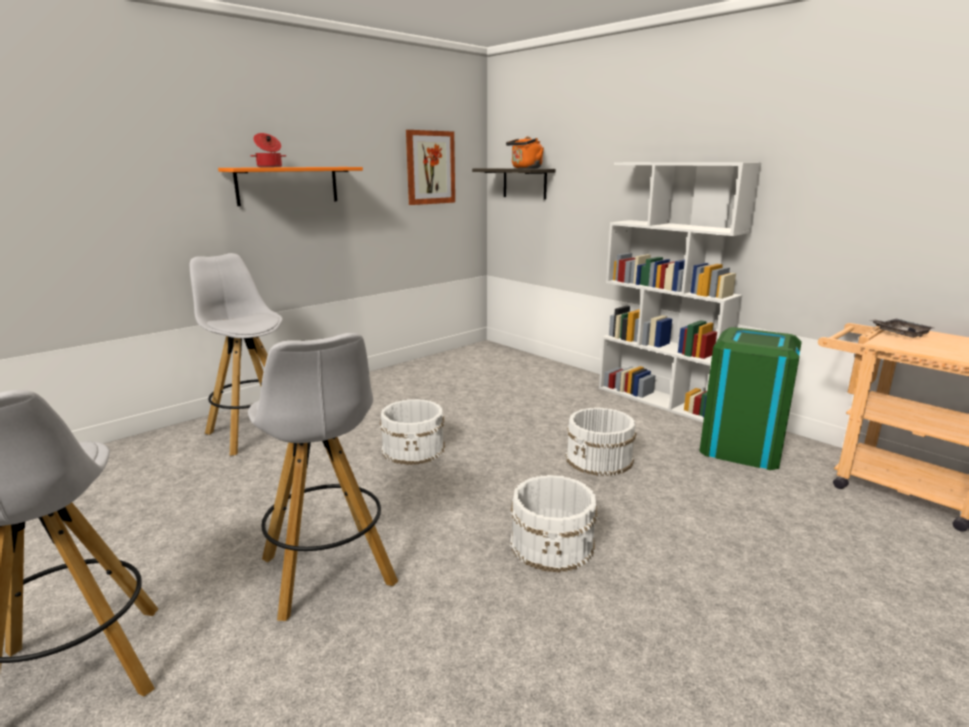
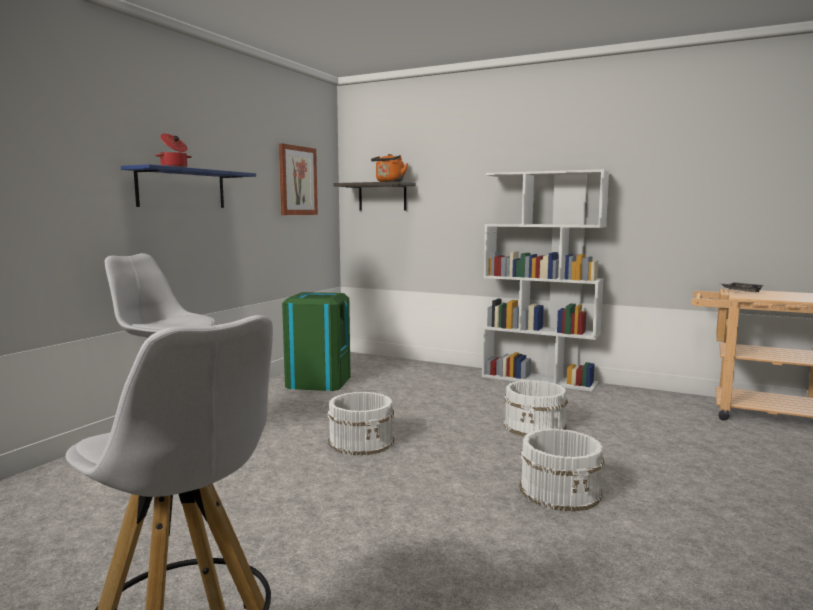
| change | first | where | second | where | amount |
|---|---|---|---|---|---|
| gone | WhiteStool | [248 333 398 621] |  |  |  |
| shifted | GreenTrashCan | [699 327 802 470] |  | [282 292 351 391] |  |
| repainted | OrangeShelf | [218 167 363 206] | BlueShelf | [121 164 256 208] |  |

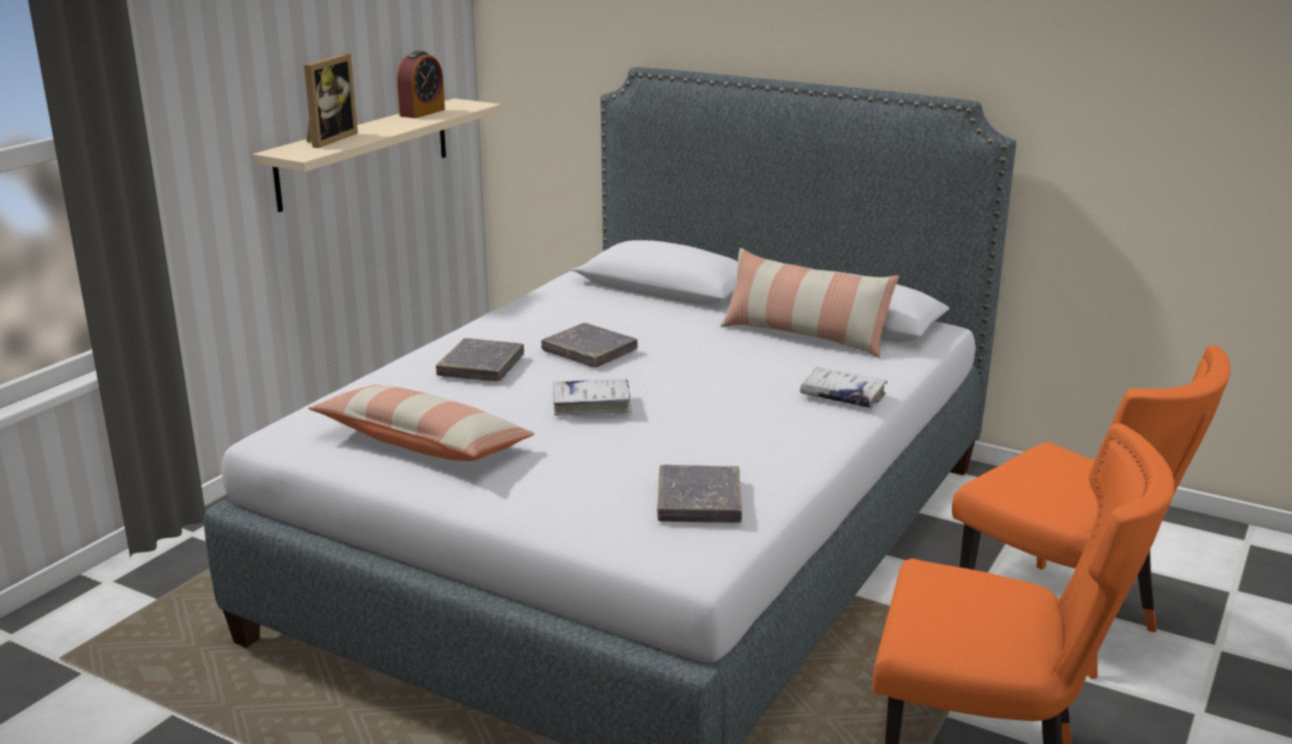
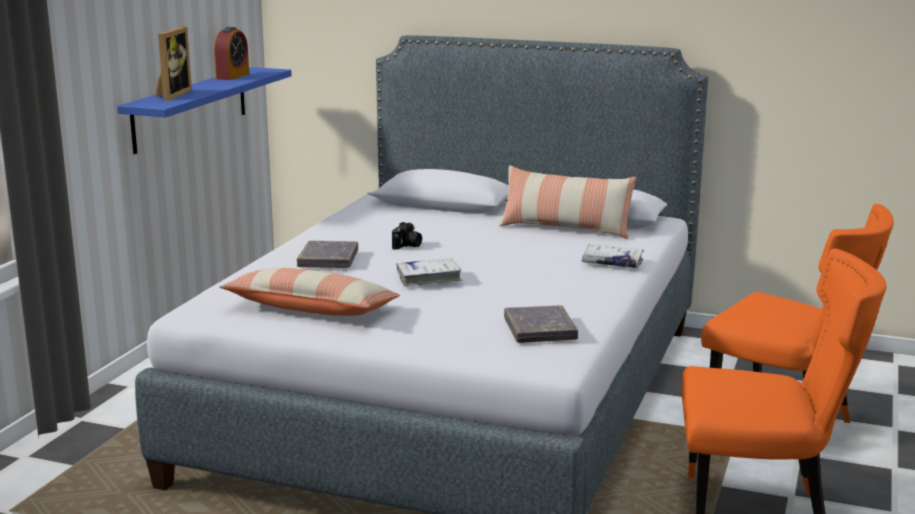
| change | first | where | second | where | amount |
|---|---|---|---|---|---|
| swapped | GreyBook | [541 323 638 368] | PhotoCamera | [392 222 422 250] |  |
| repainted | BeigeShelf | [253 98 501 212] | BlueShelf | [117 67 292 154] |  |

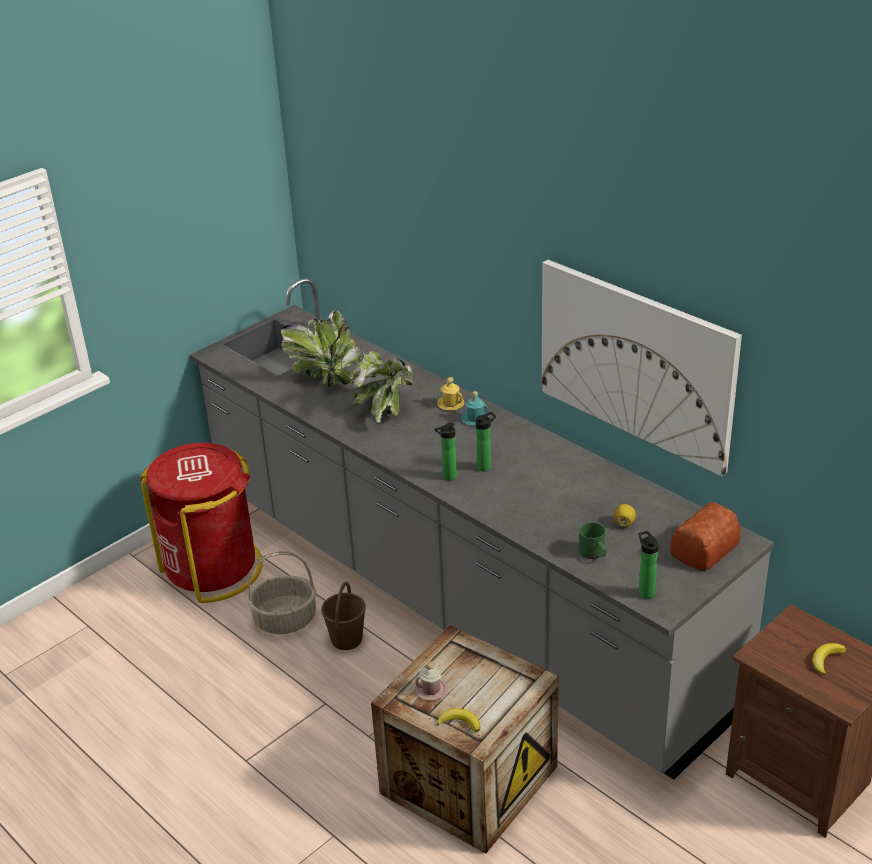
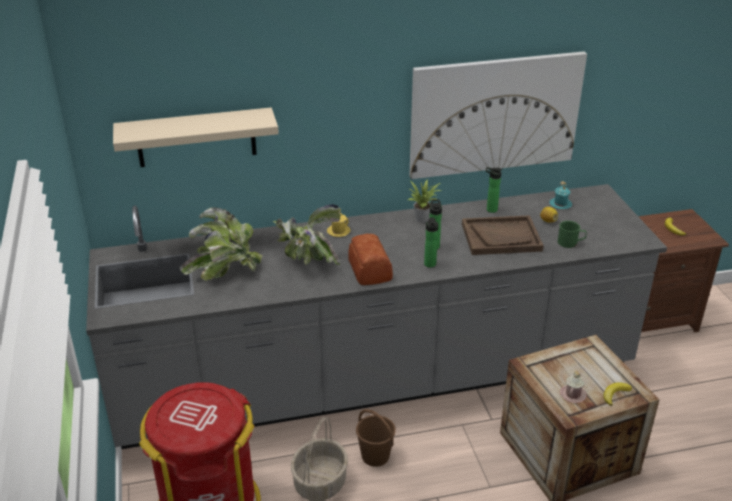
| change | first | where | second | where | amount |
|---|---|---|---|---|---|
| new |  |  | BeigeShelf | [113 108 279 167] |  |
| new |  |  | PottedPlant | [408 179 441 223] |  |
| new |  |  | BrownTray | [462 215 544 255] |  |
| shifted | TurquoiseMug | [461 391 489 426] |  | [549 181 572 209] |  |
| shifted | Bottle | [639 531 659 599] |  | [486 167 502 213] |  |
| shifted | Bread | [670 502 741 571] |  | [348 234 393 285] |  |

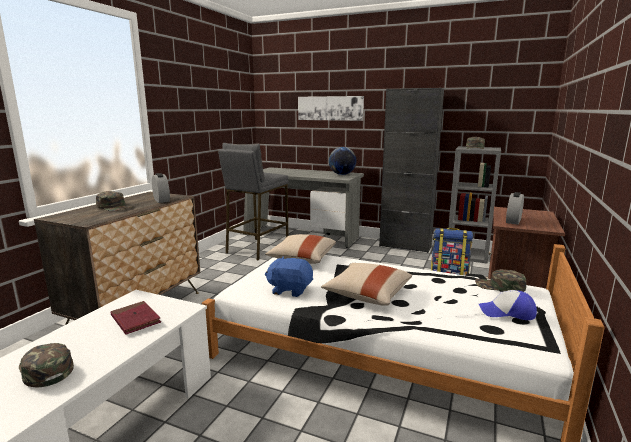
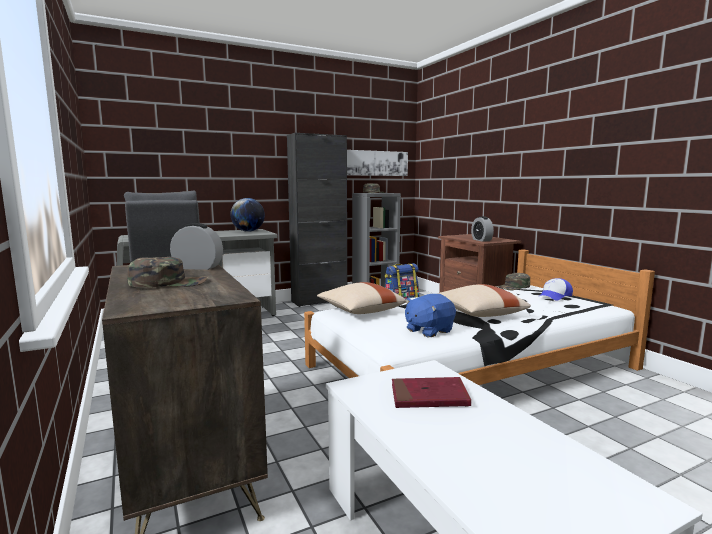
| change | first | where | second | where | amount |
|---|---|---|---|---|---|
| gone | GreenCap | [19 343 74 387] |  |  |  |
| shifted | Picture | [298 96 364 121] |  | [347 150 408 176] |  |

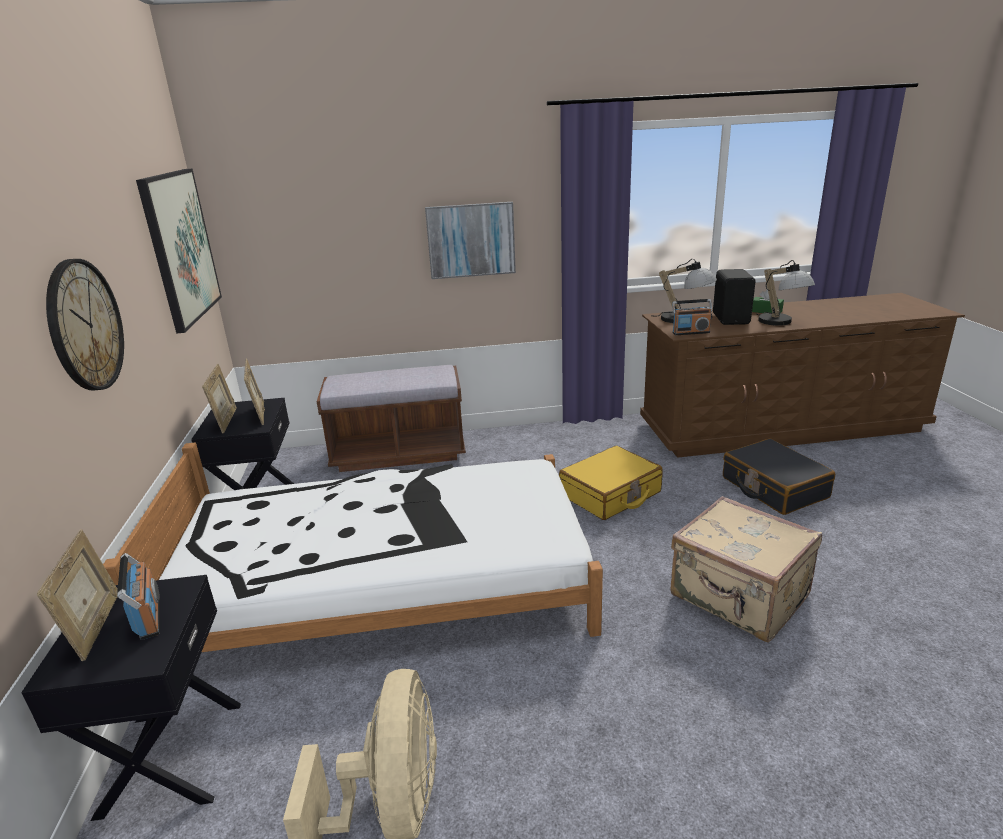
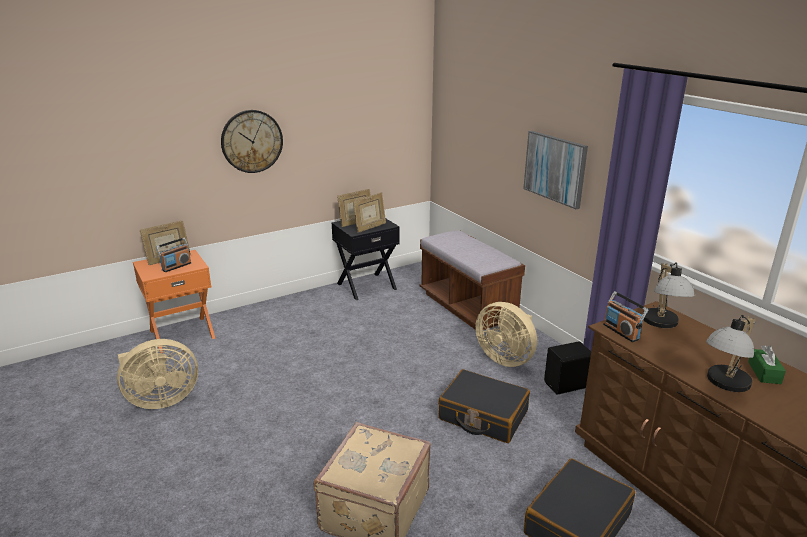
| change | first | where | second | where | amount |
|---|---|---|---|---|---|
| gone | WhiteBed | [103 443 603 652] |  |  |  |
| gone | Picture | [136 169 222 333] |  |  |  |
| new |  |  | BeigeFan | [475 302 537 367] |  |
| shifted | BlackSpeaker | [713 269 756 325] |  | [544 341 591 395] |  |
| repainted | BlackNightstand | [21 575 241 821] | OrangeNightstand | [133 250 215 353] |  |
| repainted | YellowSuitcase | [559 446 663 520] | BlackSuitcase | [438 369 530 443] |  |

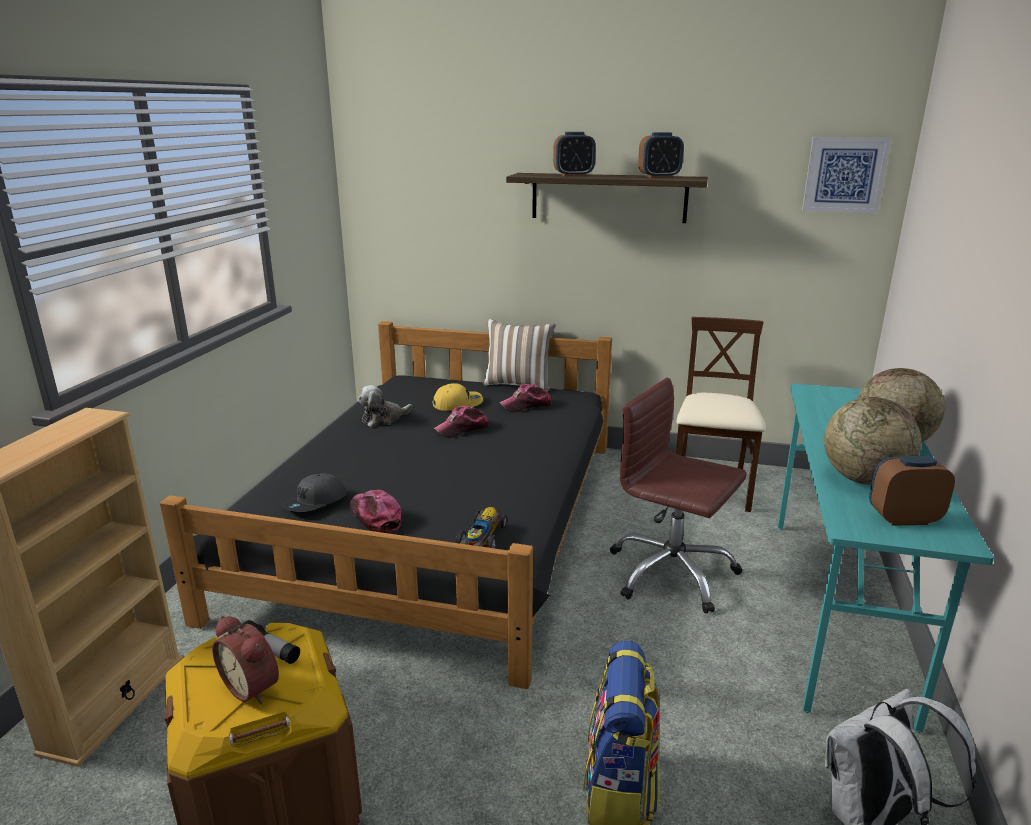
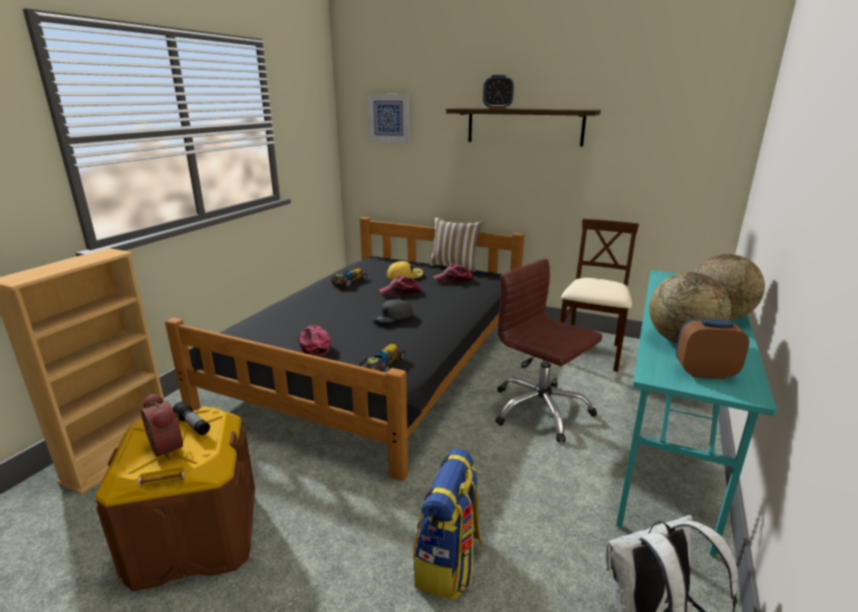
| change | first | where | second | where | amount |
|---|---|---|---|---|---|
| gone | AlarmClock | [638 132 684 178] |  |  |  |
| shifted | GreyCap | [280 473 346 512] |  | [370 299 413 322] |  |
| shifted | Picture | [802 137 891 213] |  | [367 94 410 142] |  |
| swapped | PlushToy | [358 385 413 427] | ToyCar | [331 268 367 288] |  |

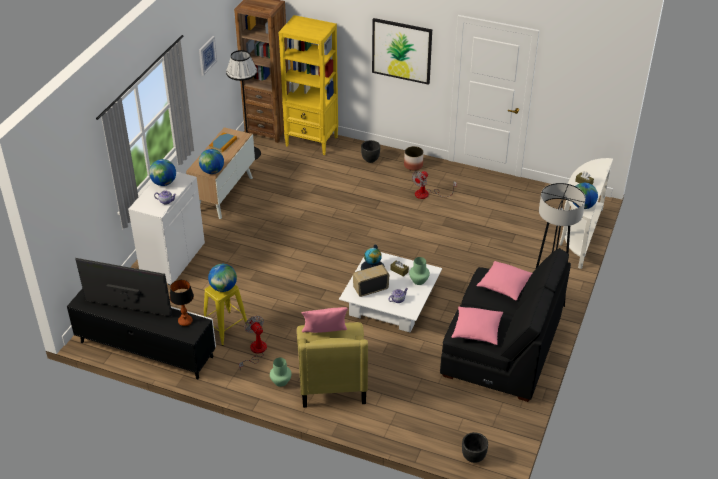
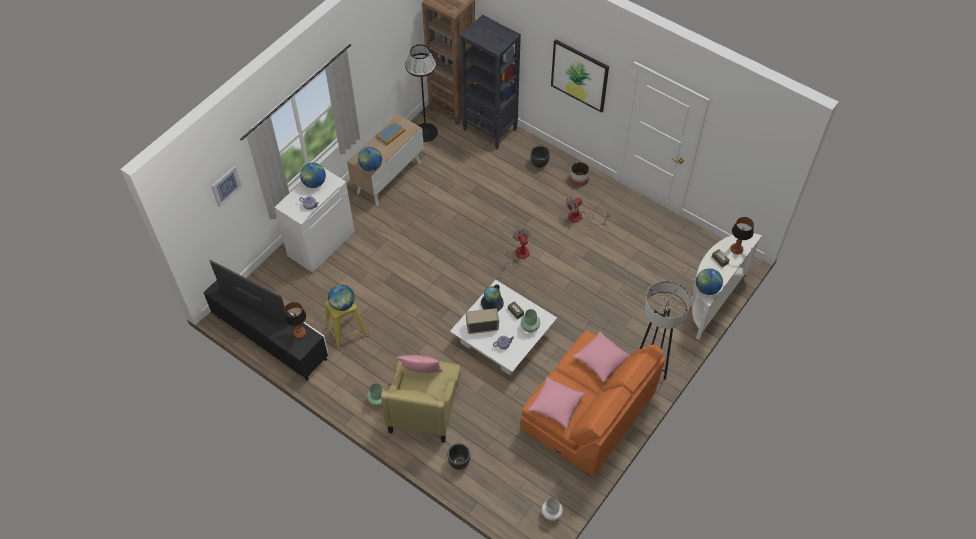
| change | first | where | second | where | amount |
|---|---|---|---|---|---|
| new |  |  | WhiteVase | [542 497 563 521] |  |
| new |  |  | TableLamp | [730 217 754 254] |  |
| shifted | Picture | [199 36 217 76] |  | [211 166 242 207] |  |
| shifted | Fan | [239 316 267 370] |  | [502 228 530 272] |  |
| shifted | BlackPlanter | [462 432 488 463] |  | [447 444 470 470] |  |
| repainted | YellowBookcase | [279 15 338 155] | BlackBookcase | [460 15 521 149] |  |
| repainted | BlackSofa | [440 248 571 402] | OrangeSofa | [520 331 665 477] |  |

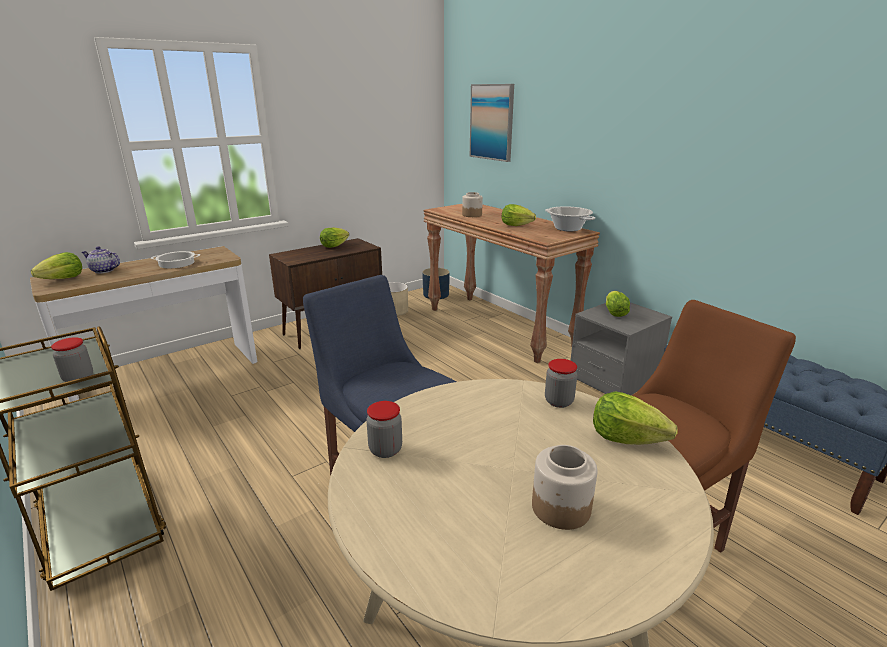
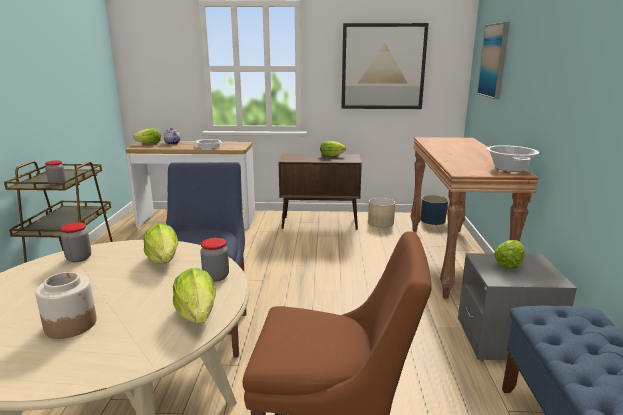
| change | first | where | second | where | amount |
|---|---|---|---|---|---|
| gone | Jar | [462 192 483 217] |  |  |  |
| new |  |  | Picture | [341 23 429 109] |  |
| shifted | Lettuce | [501 204 536 226] |  | [143 224 178 264] |  |

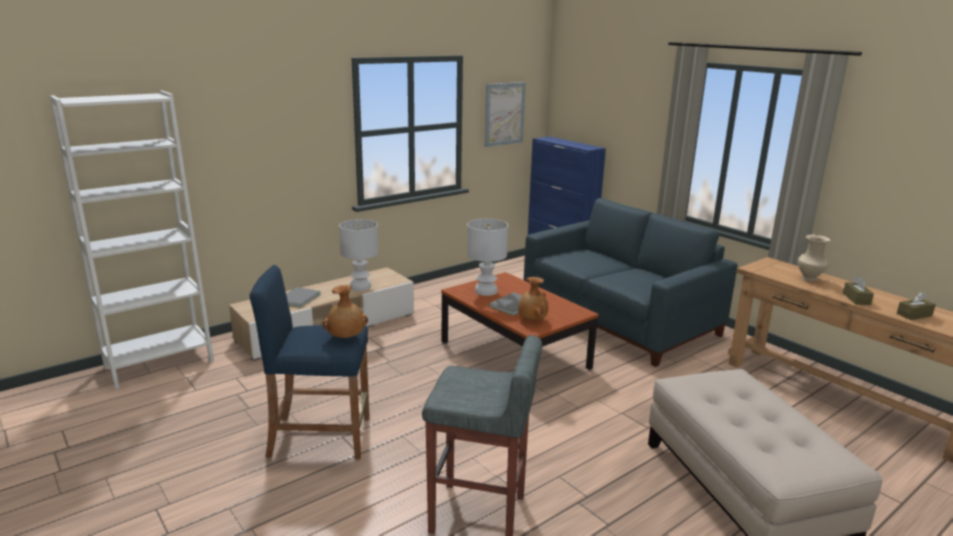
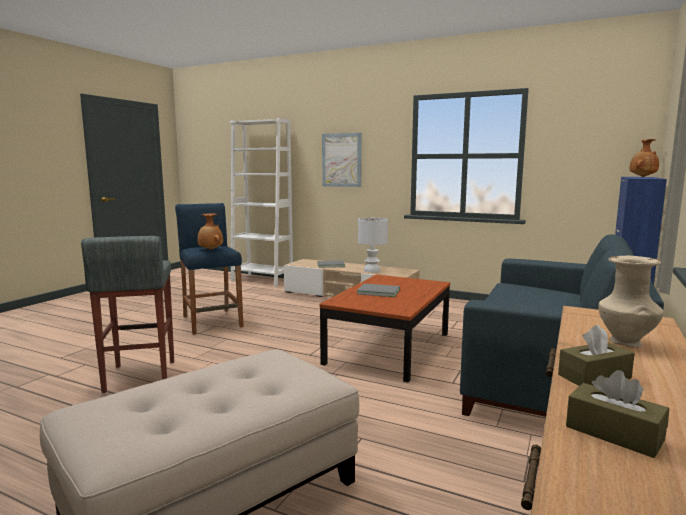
| change | first | where | second | where | amount |
|---|---|---|---|---|---|
| gone | WhiteTableLamp | [467 219 508 296] |  |  |  |
| shifted | Picture | [485 82 526 147] |  | [322 133 362 187] |  |
| shifted | BrownVase | [518 277 548 320] |  | [629 139 659 177] |  |

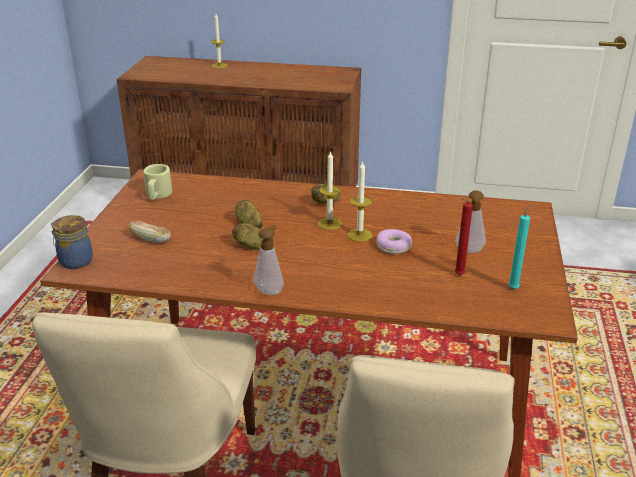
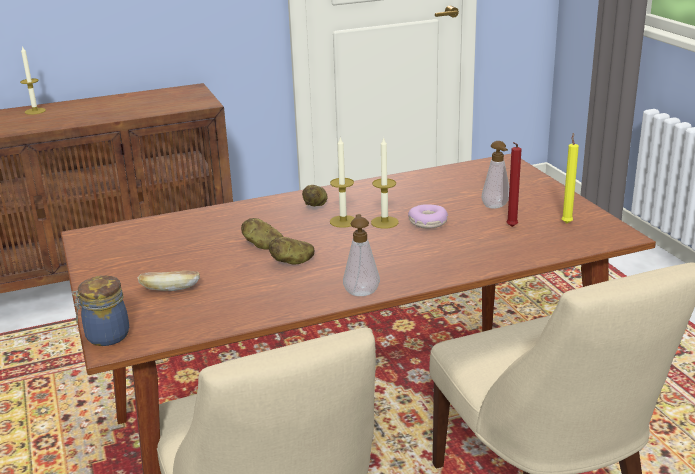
| change | first | where | second | where | amount |
|---|---|---|---|---|---|
| gone | BeigeMug | [143 164 172 200] |  |  |  |
| repainted | TurquoiseCandle | [508 205 531 289] | YellowCandle | [561 133 579 223] |  |

